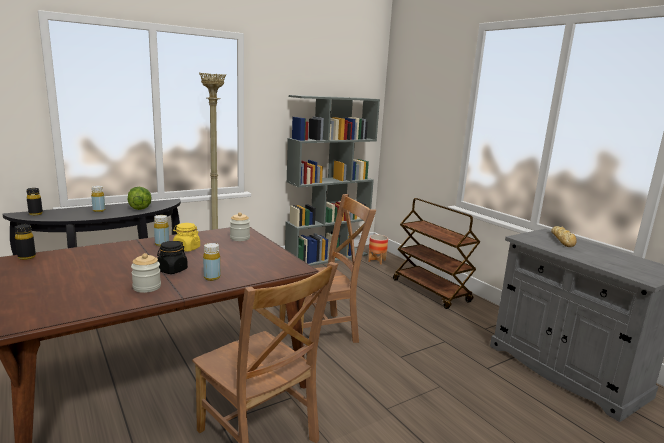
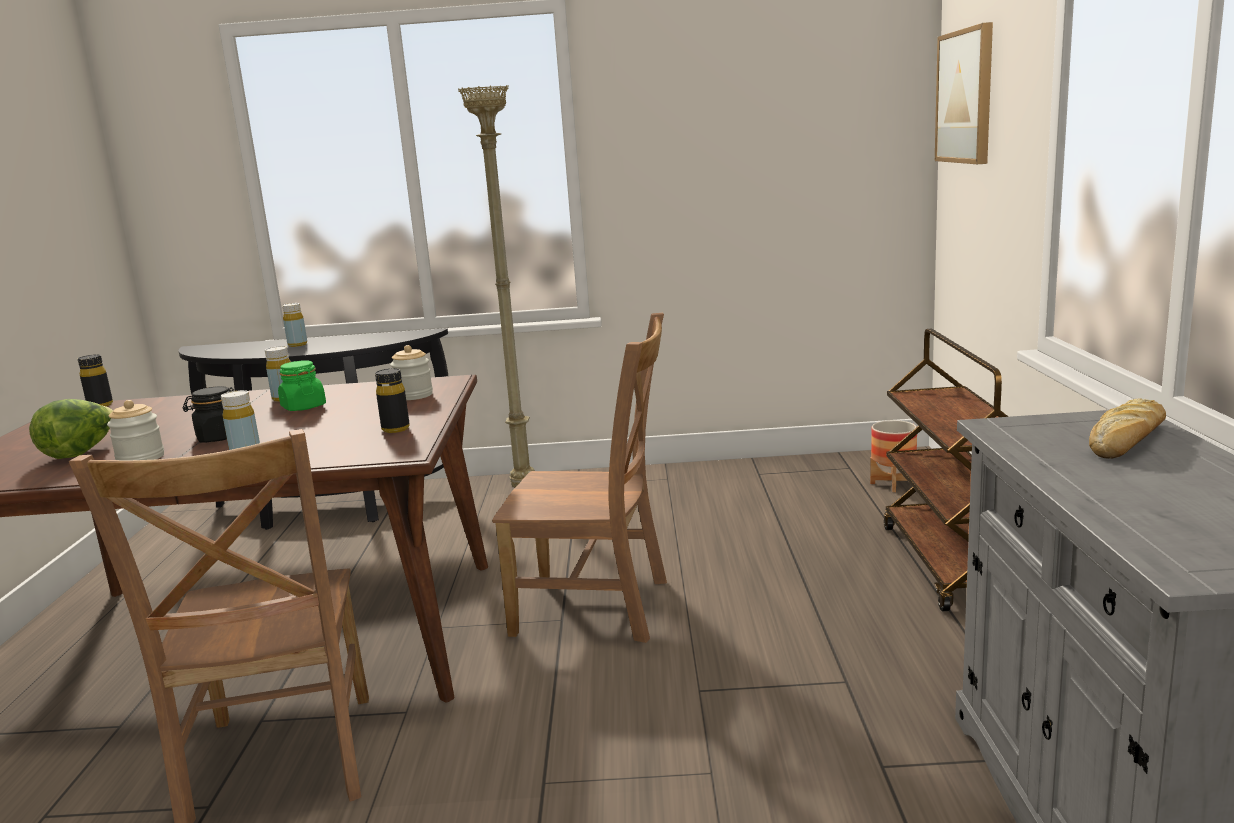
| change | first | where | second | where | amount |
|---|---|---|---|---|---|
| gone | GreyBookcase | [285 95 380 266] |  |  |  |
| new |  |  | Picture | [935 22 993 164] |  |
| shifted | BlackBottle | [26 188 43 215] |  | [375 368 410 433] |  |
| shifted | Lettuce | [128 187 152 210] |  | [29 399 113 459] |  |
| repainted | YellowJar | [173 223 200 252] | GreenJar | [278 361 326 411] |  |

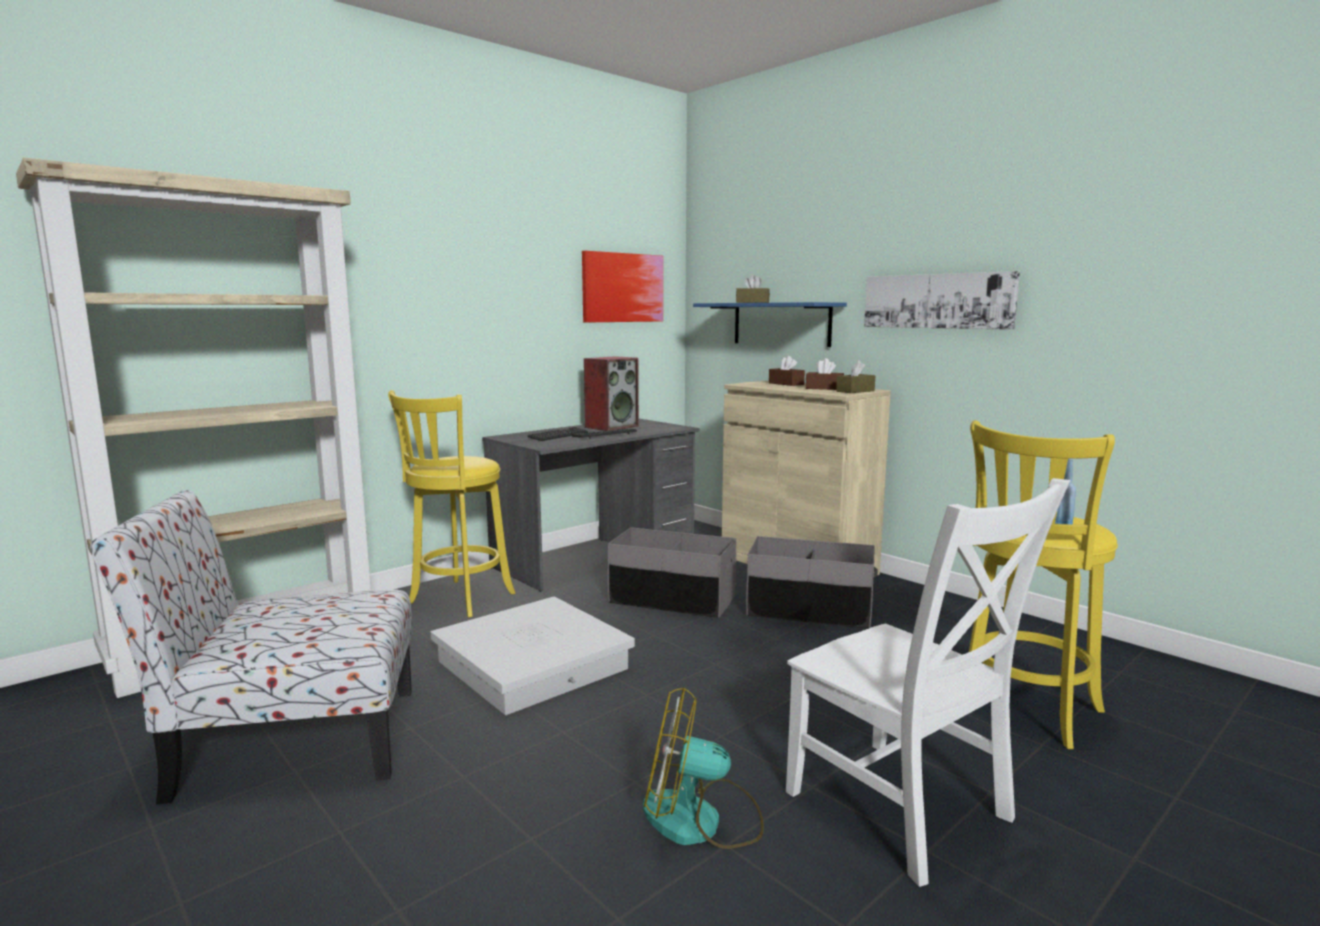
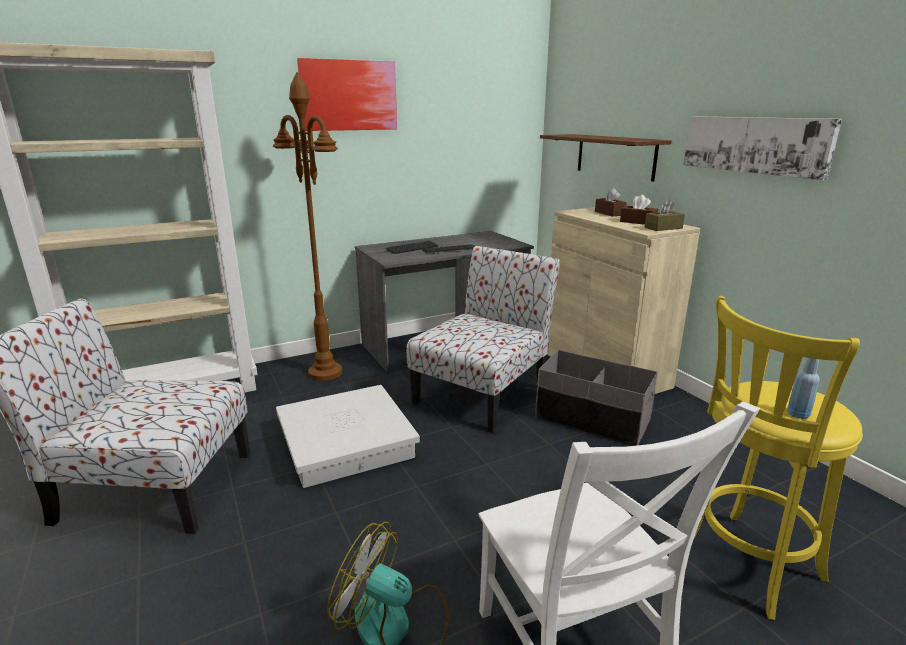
| change | first | where | second | where | amount |
|---|---|---|---|---|---|
| gone | Speaker | [584 356 639 431] |  |  |  |
| gone | BrownTissueBox | [736 275 770 303] |  |  |  |
| shifted | Picture | [582 251 663 323] |  | [297 58 397 131] |  |
| swapped | YellowStool | [388 390 516 617] | BrownFloorLamp | [273 72 342 381] |  |
| swapped | GreyStorageBox | [607 527 736 618] | Chair | [406 246 560 433] |  |
| repainted | BlueShelf | [693 302 847 347] | BrownShelf | [540 134 672 182] |  |

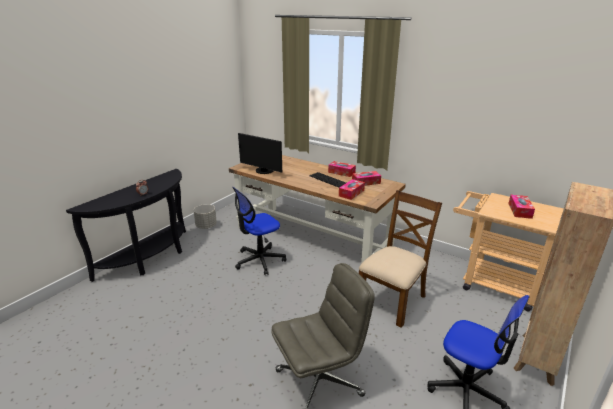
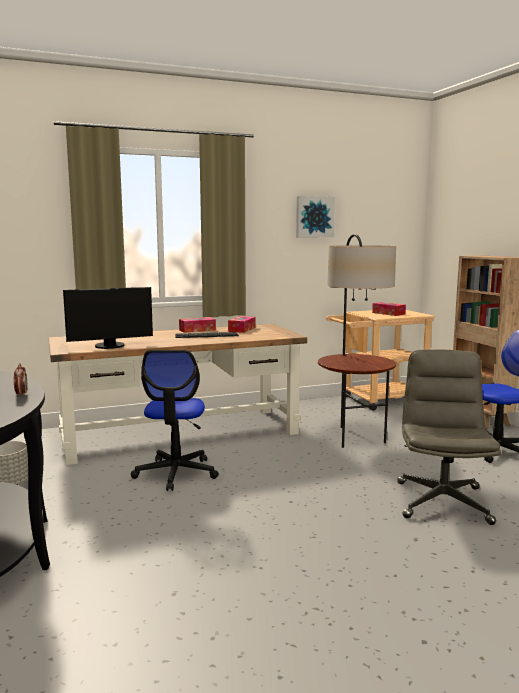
| change | first | where | second | where | amount |
|---|---|---|---|---|---|
| gone | TissueBox | [339 179 365 200] |  |  |  |
| new |  |  | Picture | [296 196 335 237] |  |
| swapped | BrownChair | [359 190 442 328] | FloorLamp | [318 234 396 448] |  |

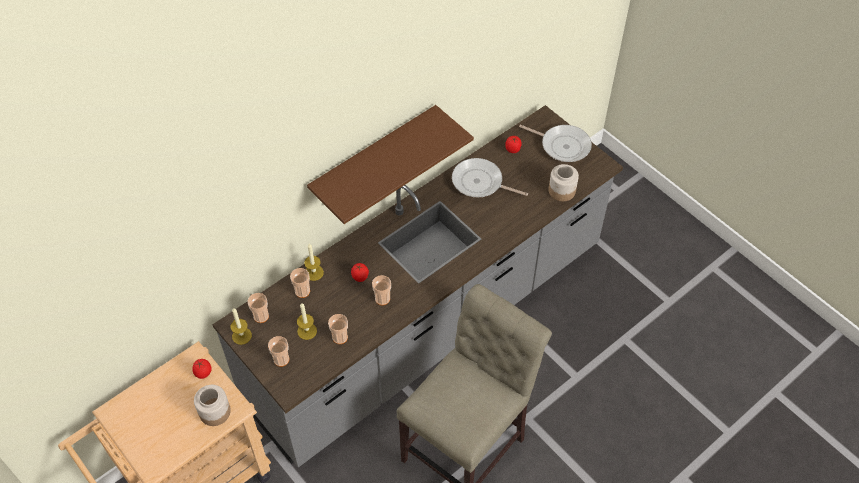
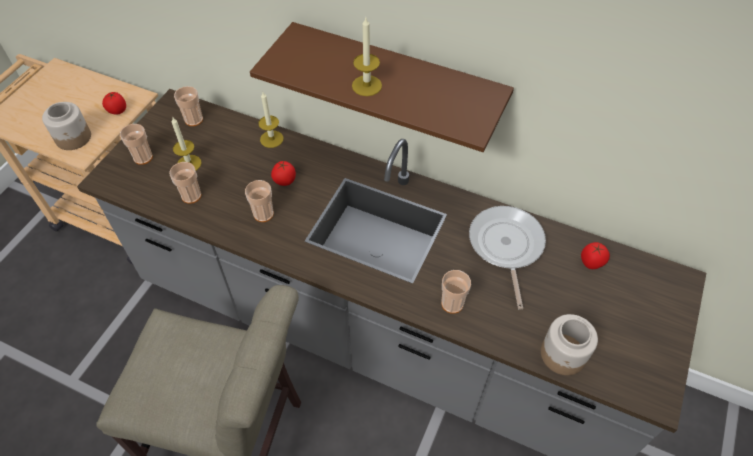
| change | first | where | second | where | amount |
|---|---|---|---|---|---|
| gone | FryingPan | [519 125 592 162] |  |  |  |
| shifted | Candle | [230 308 252 345] |  | [352 18 382 96] |  |
| shifted | Cup | [290 268 310 298] |  | [441 270 471 314] |  |

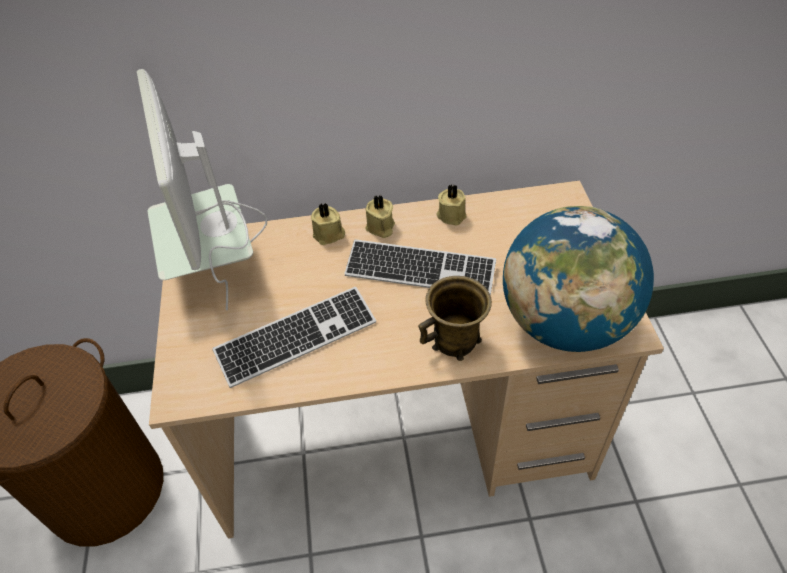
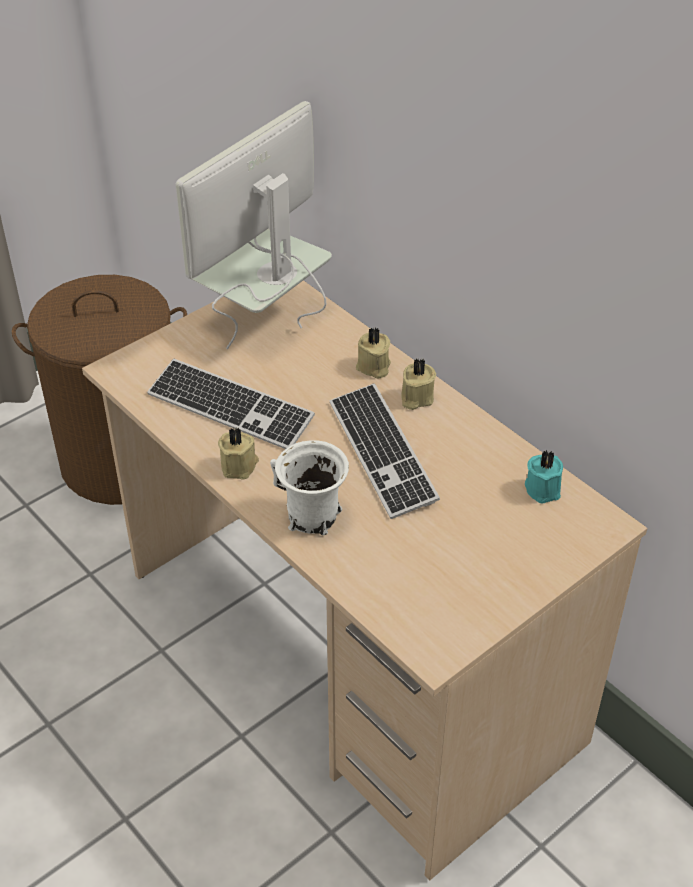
| change | first | where | second | where | amount |
|---|---|---|---|---|---|
| gone | Globe | [503 206 654 352] |  |  |  |
| new |  |  | TurquoiseCandle | [525 450 563 503] |  |
| shifted | BeigeCandle | [437 184 467 225] |  | [218 427 259 479] |  |
| repainted | BrownMug | [418 276 492 361] | WhiteMug | [270 440 349 535] |  |

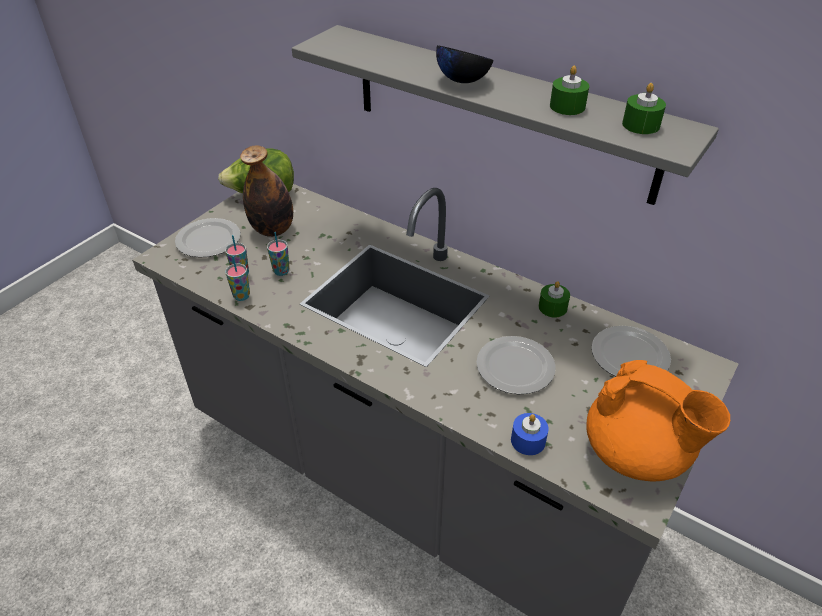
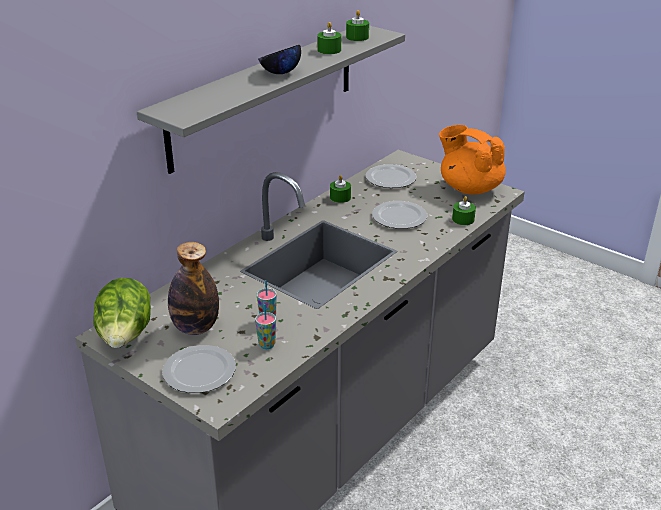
| change | first | where | second | where | amount |
|---|---|---|---|---|---|
| gone | Cup | [225 256 250 301] |  |  |  |
| repainted | BlueCandle | [511 413 549 455] | GreenCandle | [452 196 476 225] |  |
| rotated | OrangeTeapot | [586 360 730 481] |  | [439 125 506 195] | 90 degrees counterclockwise |

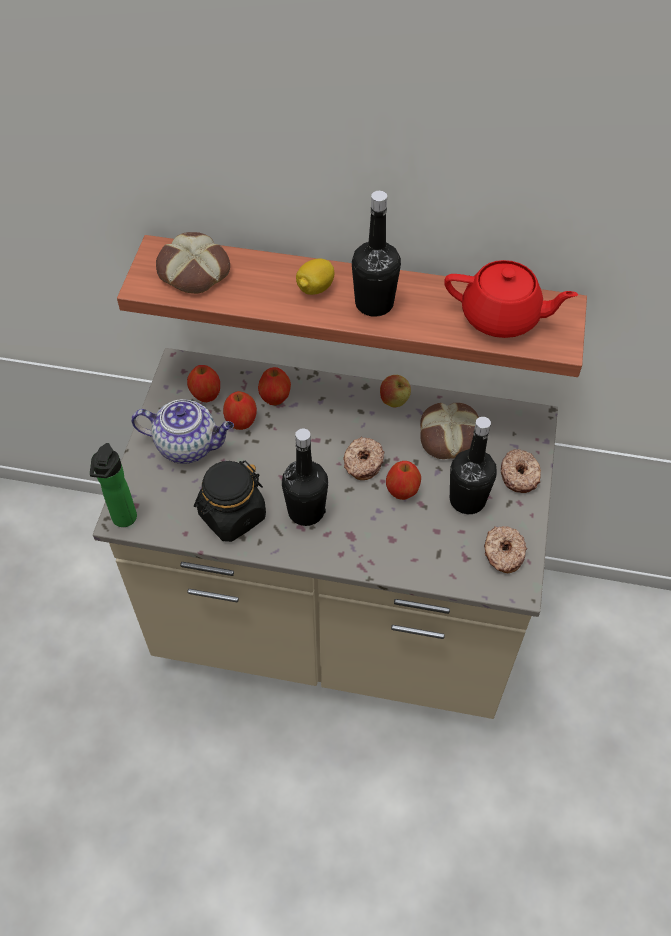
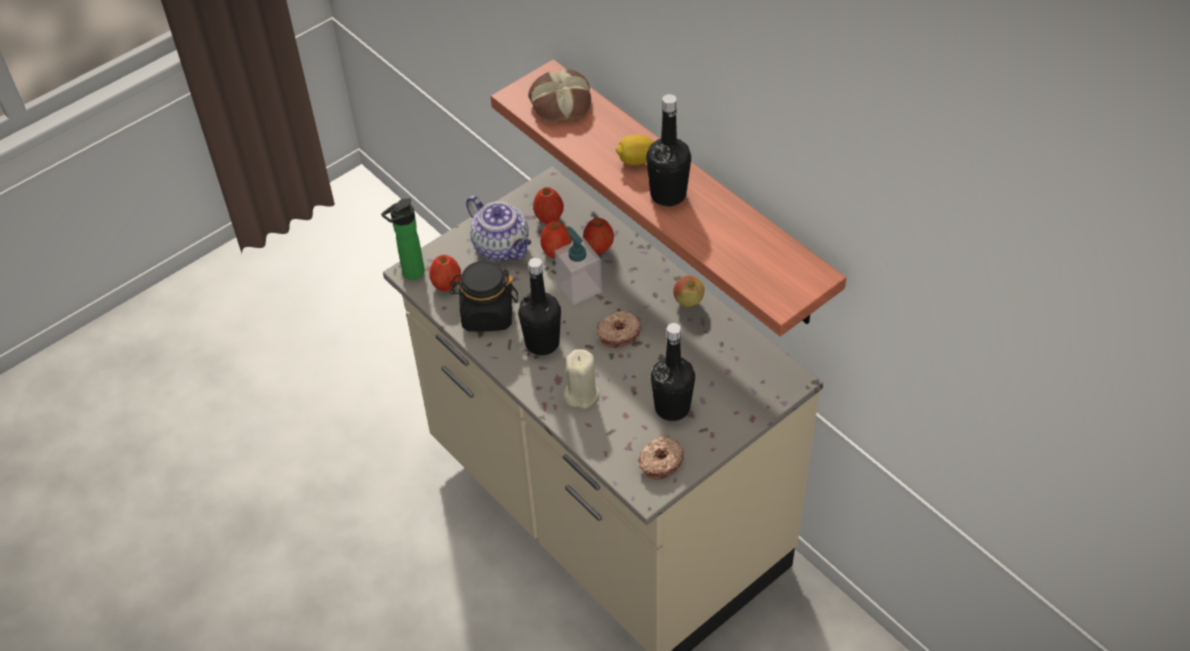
| change | first | where | second | where | amount |
|---|---|---|---|---|---|
| gone | Bread | [420 403 479 459] |  |  |  |
| gone | RedTeapot | [444 260 578 338] |  |  |  |
| gone | Donut | [501 449 541 493] |  |  |  |
| new |  |  | SoapDispenser | [555 226 602 305] |  |
| new |  |  | BeigeCandle | [564 349 599 409] |  |
| shifted | Apple | [386 461 421 500] |  | [429 255 461 291] |  |

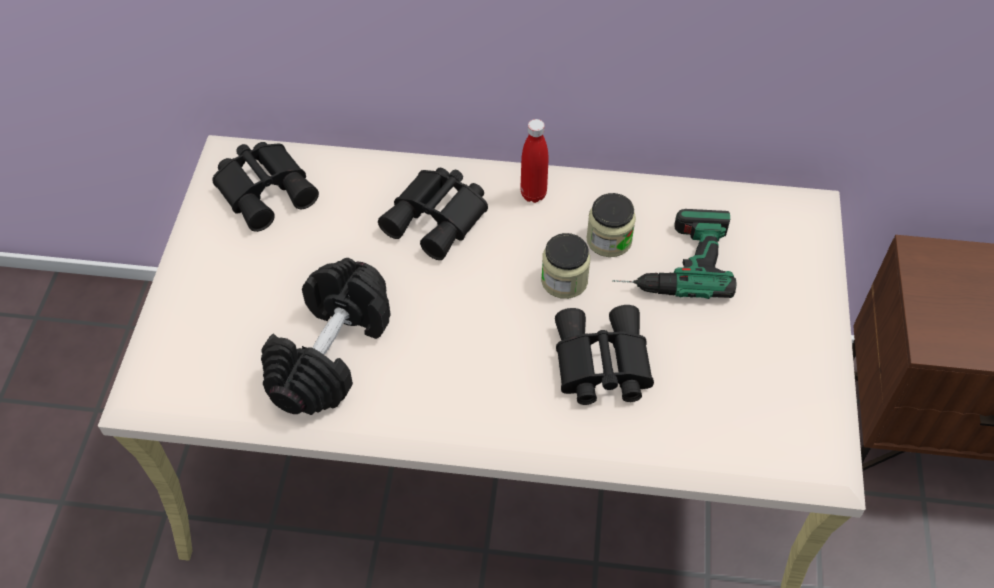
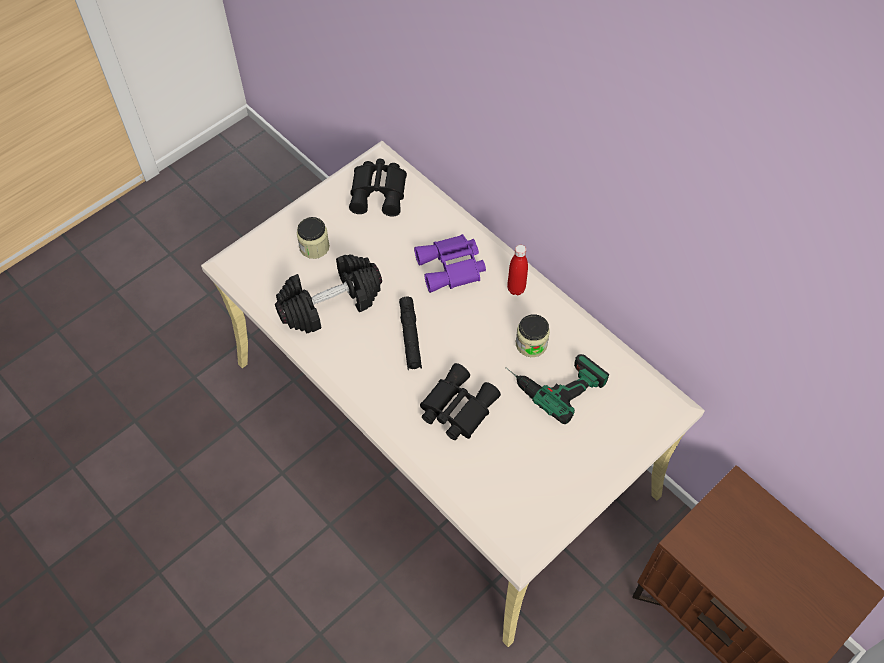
| change | first | where | second | where | amount |
|---|---|---|---|---|---|
| new |  |  | BlackFlashlight | [399 297 422 370] |  |
| shifted | Jar | [541 233 590 299] |  | [297 217 330 259] |  |
| repainted | BlackBinoculars | [378 168 488 260] | PurpleBinoculars | [414 234 486 293] |  |

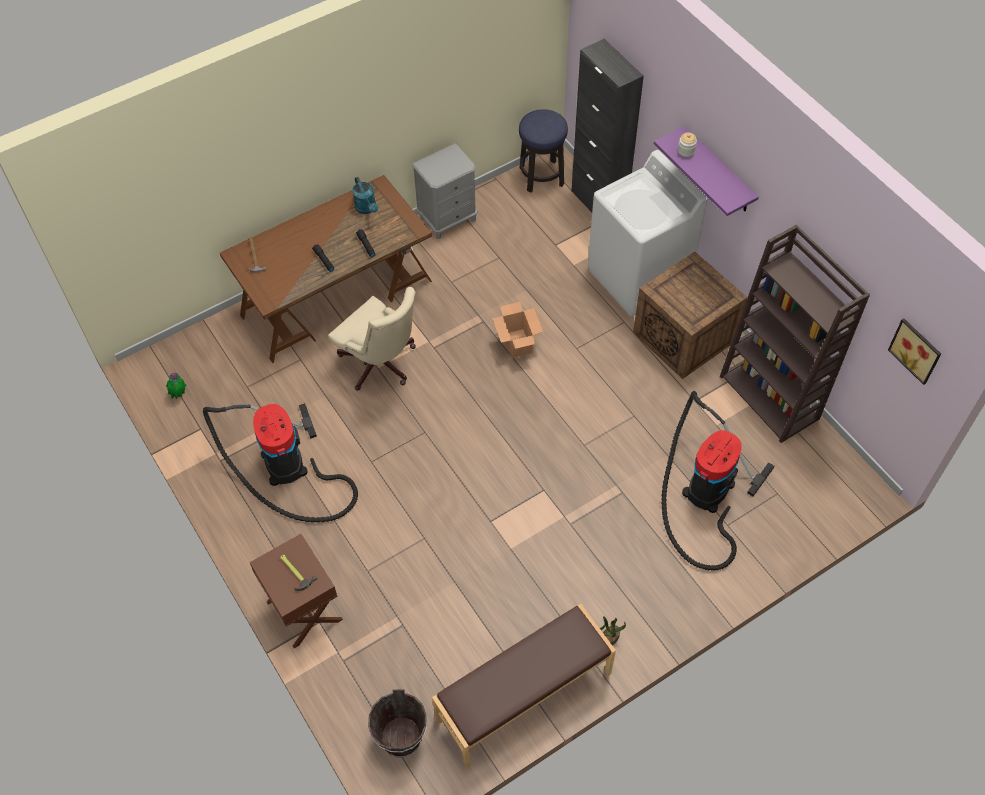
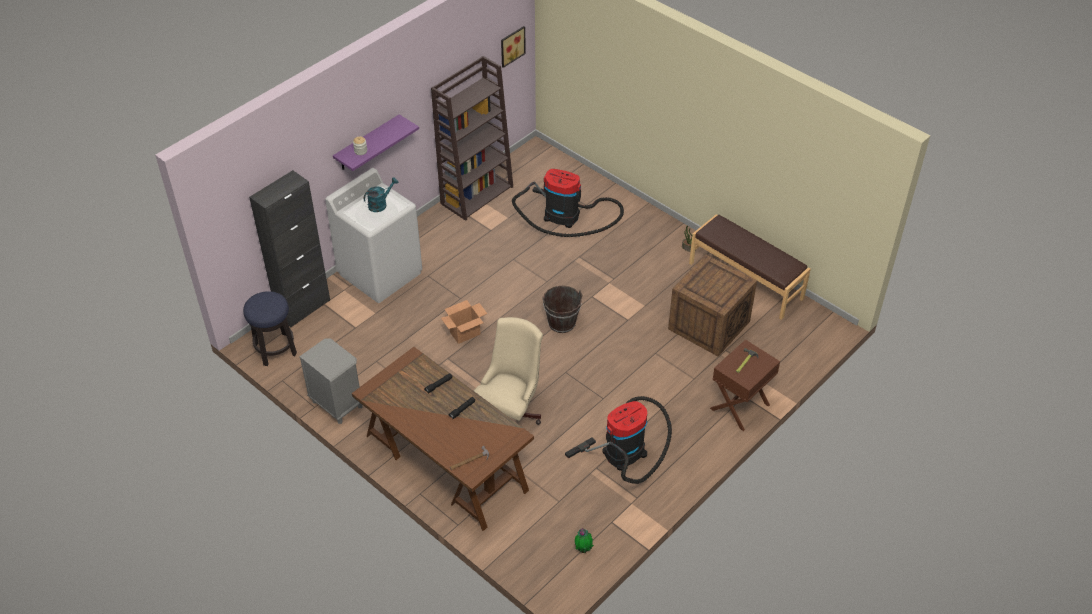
| change | first | where | second | where | amount |
|---|---|---|---|---|---|
| shifted | TurquoiseWateringCan | [352 177 378 214] |  | [364 177 398 212] |  |
| shifted | BrownBucket | [368 689 427 757] |  | [542 285 582 333] |  |
| shifted | Crate | [633 252 747 379] |  | [668 255 757 357] |  |

